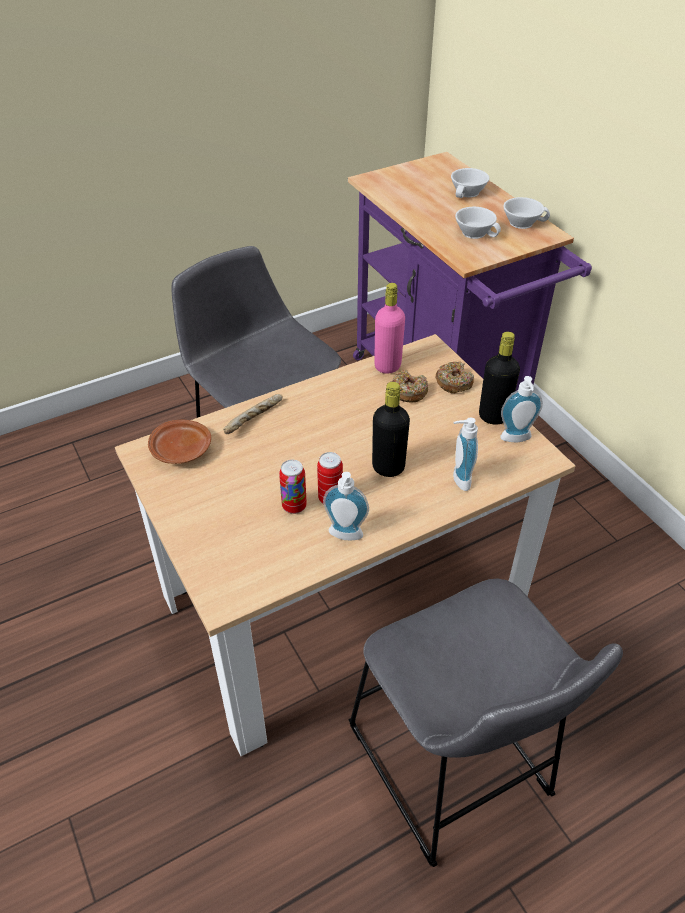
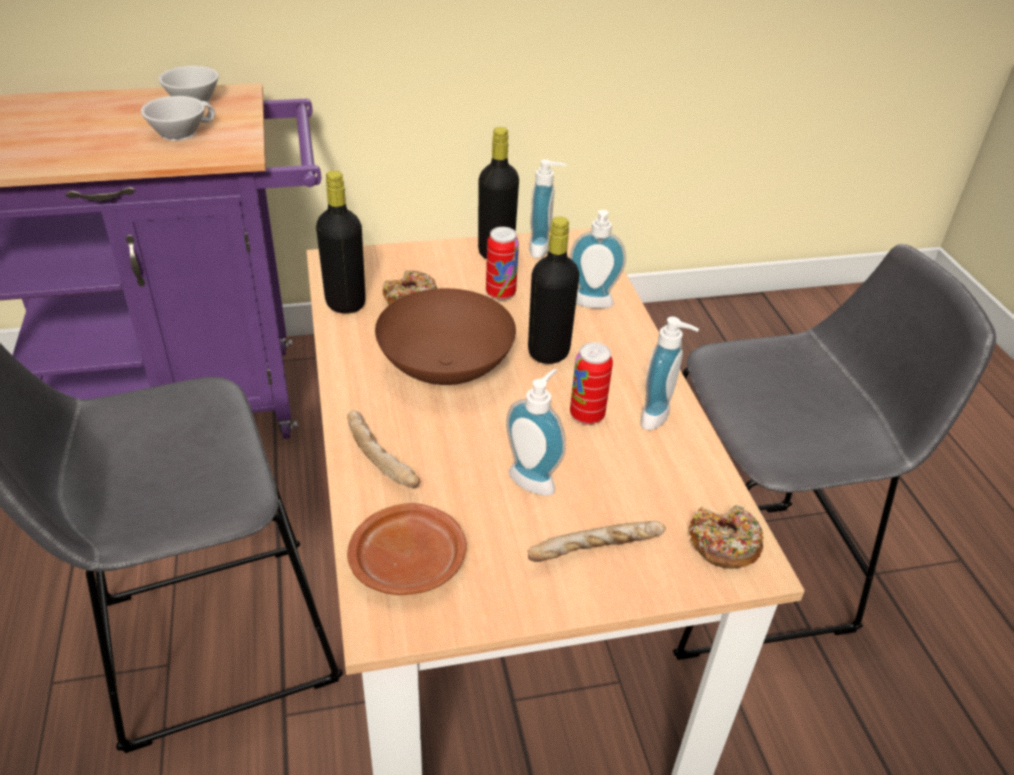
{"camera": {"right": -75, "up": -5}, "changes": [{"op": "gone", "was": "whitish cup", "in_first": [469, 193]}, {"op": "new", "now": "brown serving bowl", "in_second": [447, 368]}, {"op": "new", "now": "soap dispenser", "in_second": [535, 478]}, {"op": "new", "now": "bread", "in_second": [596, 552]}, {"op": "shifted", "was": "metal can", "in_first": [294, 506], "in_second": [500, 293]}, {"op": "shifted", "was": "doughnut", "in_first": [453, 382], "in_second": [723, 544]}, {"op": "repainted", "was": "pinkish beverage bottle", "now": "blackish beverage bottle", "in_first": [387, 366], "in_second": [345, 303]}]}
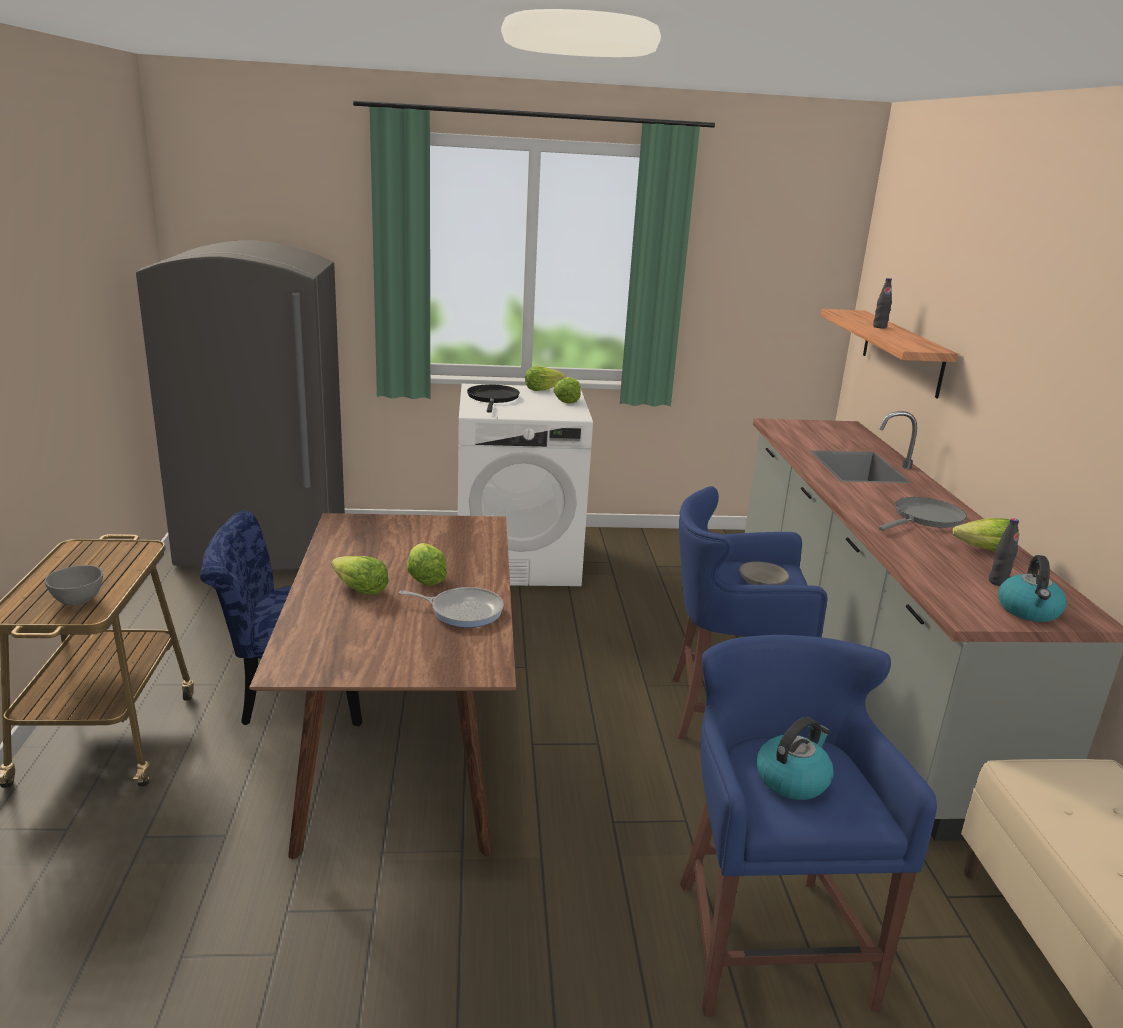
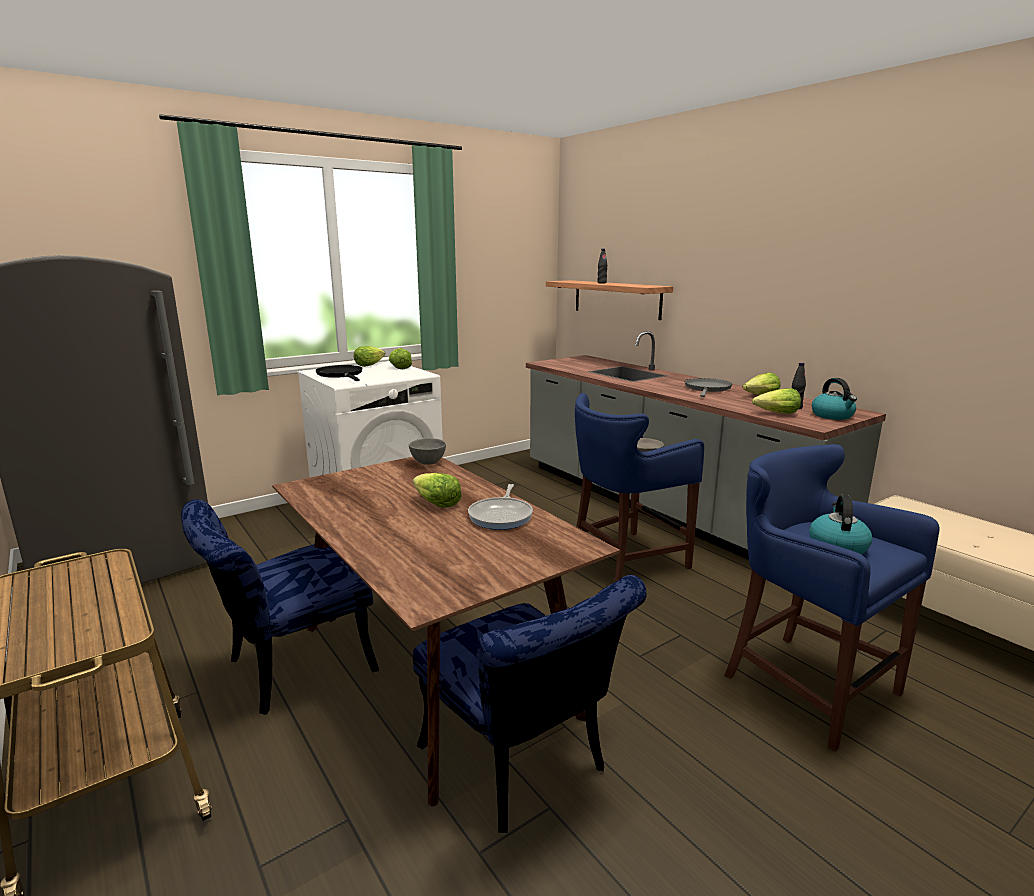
{"camera": {"right": -30, "up": -5}, "changes": [{"op": "new", "now": "bluish upright chair", "in_second": [522, 767]}, {"op": "shifted", "was": "grey serving bowl", "in_first": [79, 601], "in_second": [428, 462]}, {"op": "shifted", "was": "lettuce head", "in_first": [359, 589], "in_second": [777, 413]}, {"op": "rotated", "was": "skillet", "in_first": [463, 611], "in_second": [501, 516], "clockwise": 120}]}
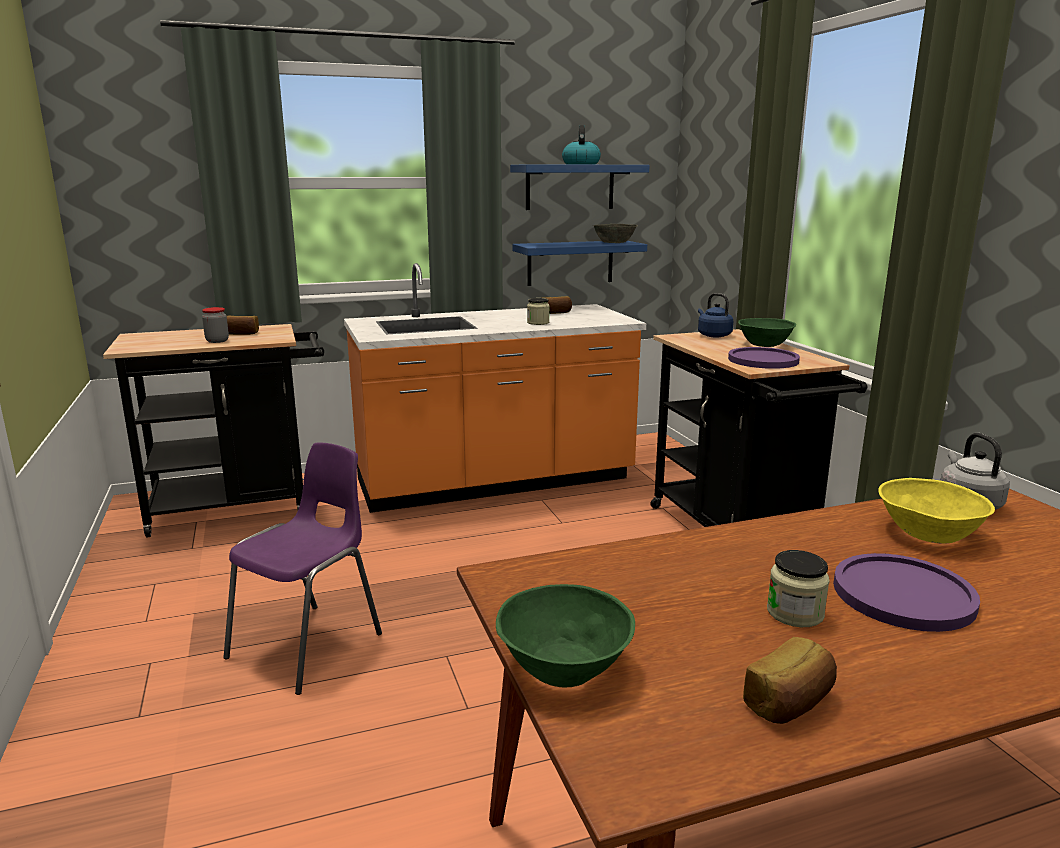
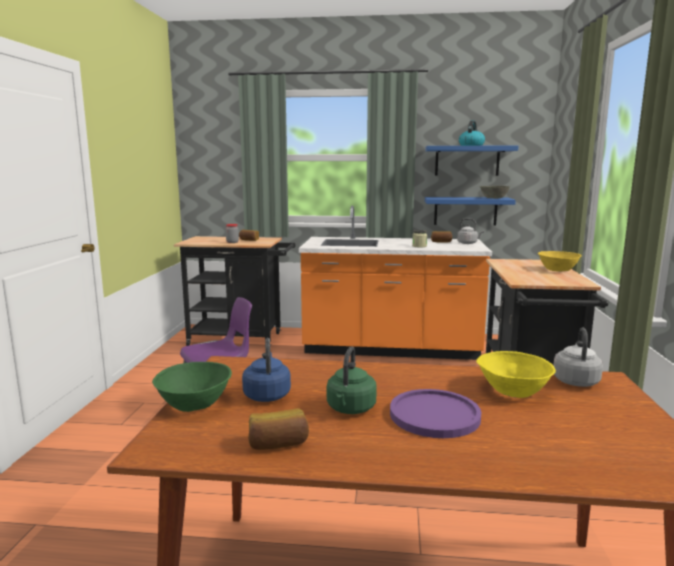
{"camera": {"right": 25, "up": -5}, "changes": [{"op": "gone", "was": "purple-coloured plate", "in_first": [763, 360]}, {"op": "new", "now": "grey kettle", "in_second": [468, 243]}, {"op": "shifted", "was": "bluish kettle", "in_first": [713, 335], "in_second": [267, 394]}, {"op": "swapped", "was": "jar", "now": "greenish kettle", "in_first": [795, 613], "in_second": [350, 409]}, {"op": "repainted", "was": "greenish serving bowl", "now": "yellow-coloured serving bowl", "in_first": [763, 344], "in_second": [557, 269]}]}
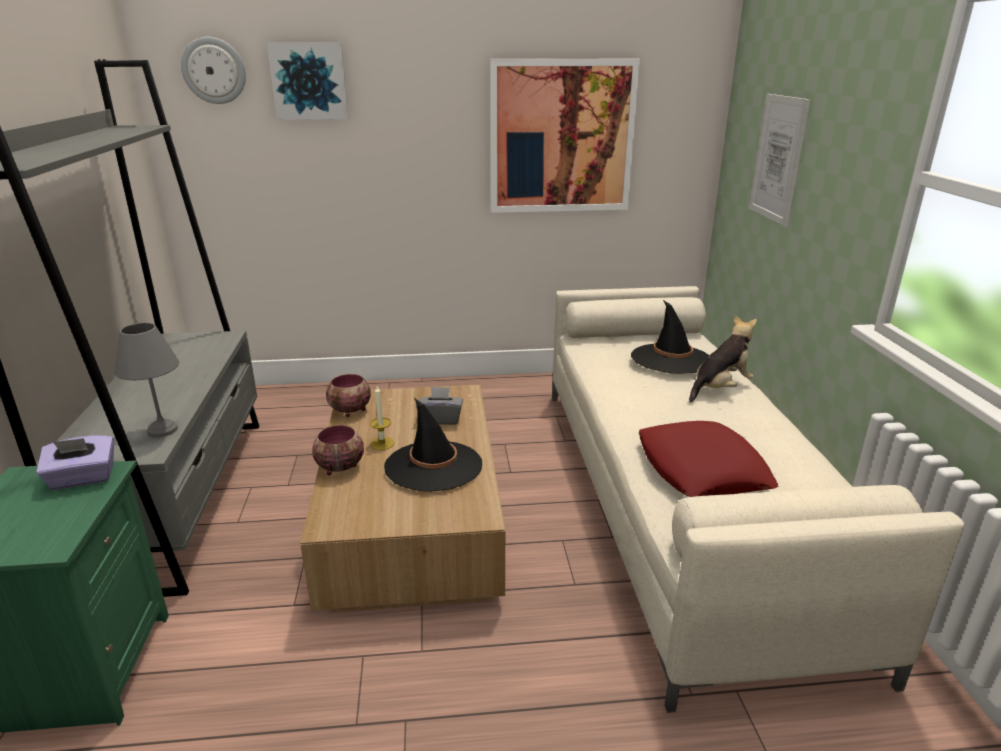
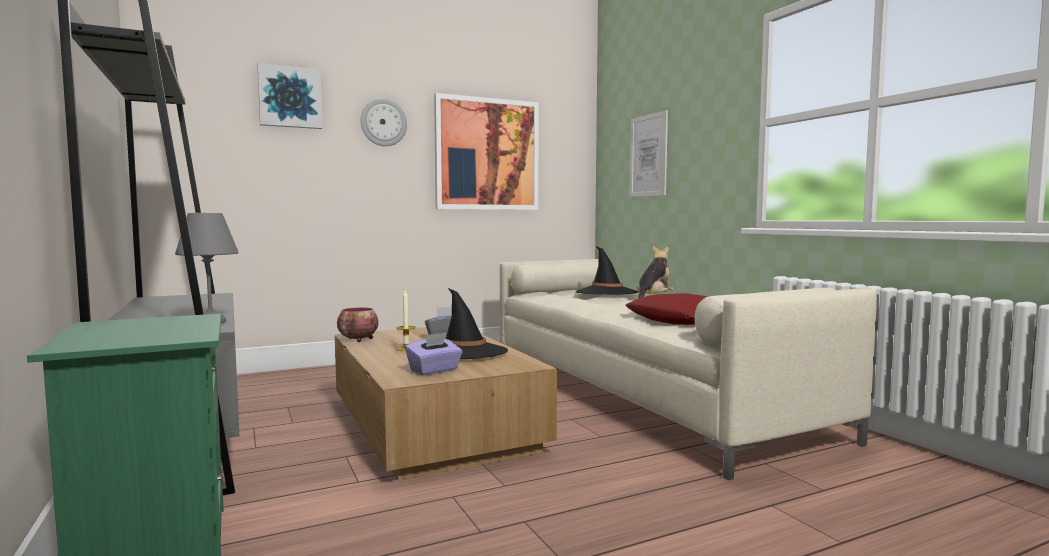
{"camera": {"right": -20, "up": -20}, "changes": [{"op": "gone", "was": "serving bowl", "in_first": [339, 467]}, {"op": "shifted", "was": "purple-coloured box of tissues", "in_first": [83, 479], "in_second": [434, 370]}, {"op": "shifted", "was": "hanging clock", "in_first": [214, 70], "in_second": [383, 122]}]}
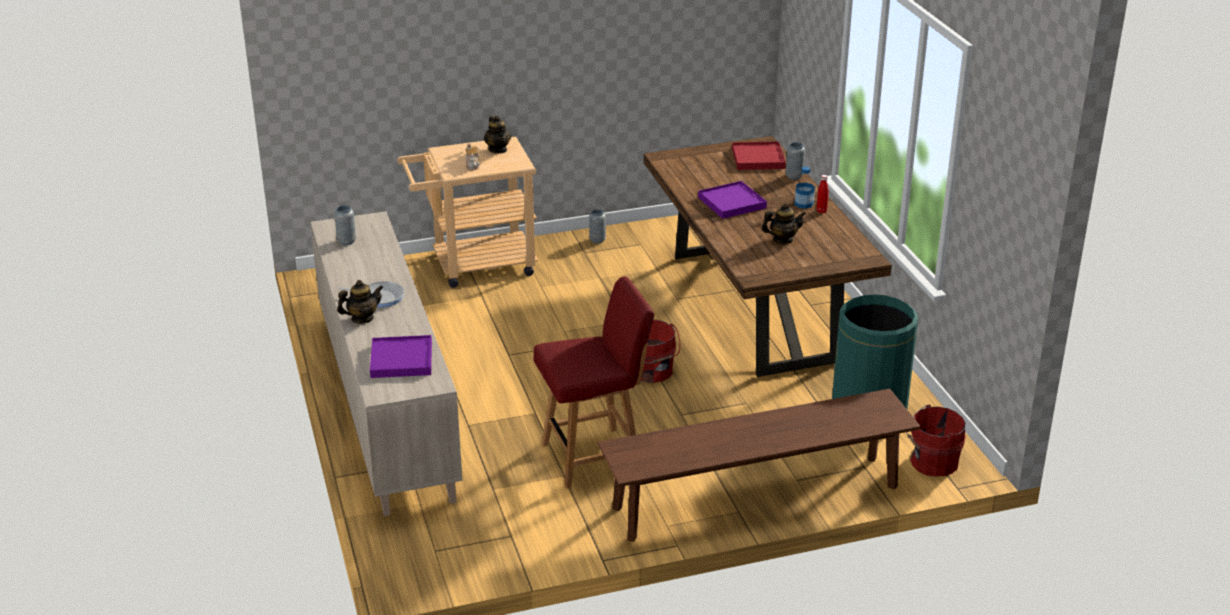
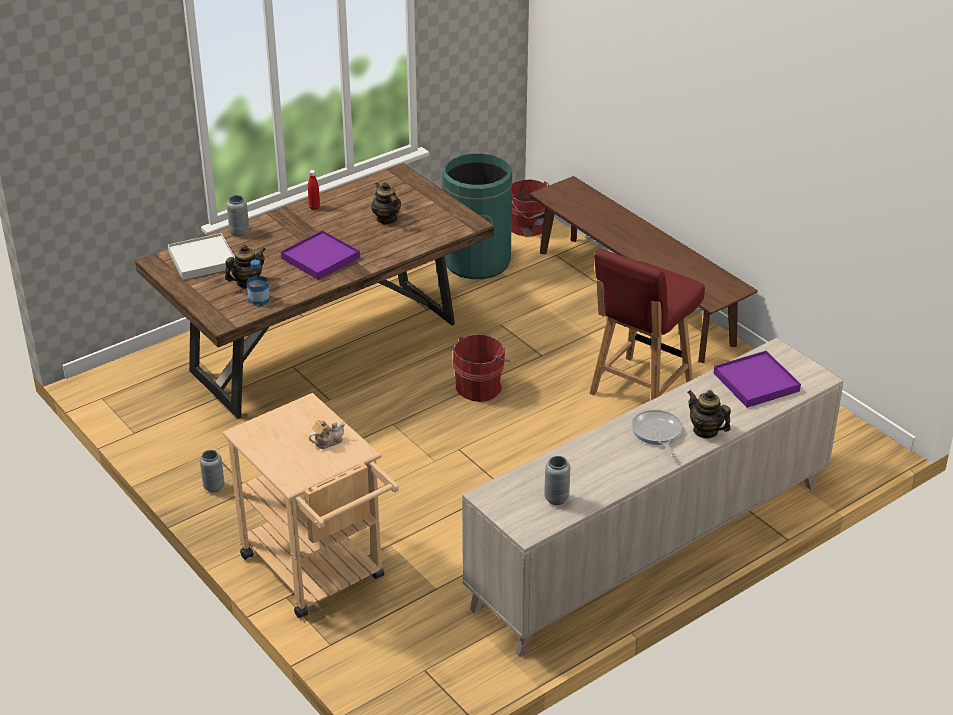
{"camera": {"right": -110, "up": 5}, "changes": [{"op": "shifted", "was": "pot for tea", "in_first": [498, 149], "in_second": [247, 282]}, {"op": "shifted", "was": "beverage bottle", "in_first": [803, 204], "in_second": [259, 299]}, {"op": "repainted", "was": "red-coloured carrying tray", "now": "whitish carrying tray", "in_first": [758, 158], "in_second": [202, 259]}, {"op": "rotated", "was": "red-coloured upright chair", "in_first": [594, 457], "in_second": [639, 389], "clockwise": -105}]}
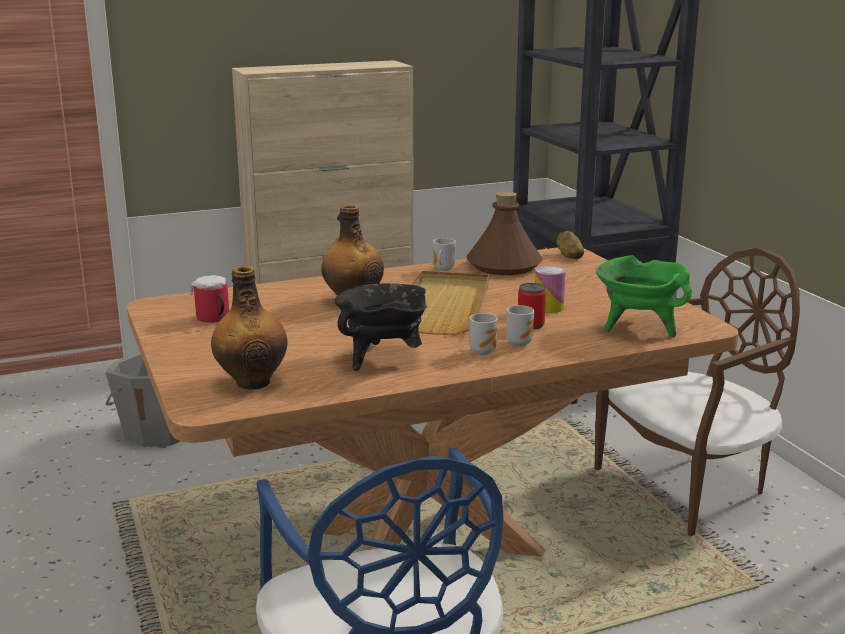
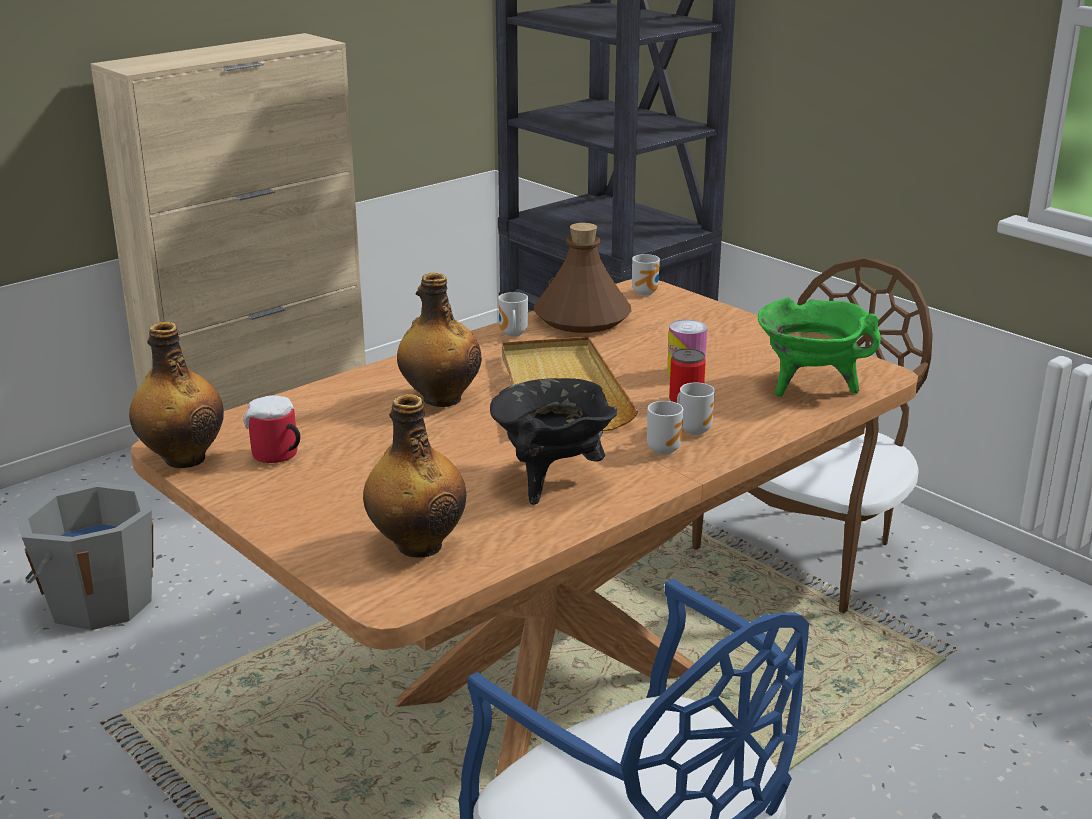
{"camera": {"right": -20, "up": 5}, "changes": [{"op": "new", "now": "beverage bottle", "in_second": [183, 458]}, {"op": "swapped", "was": "potato", "now": "mug", "in_first": [569, 255], "in_second": [647, 292]}]}
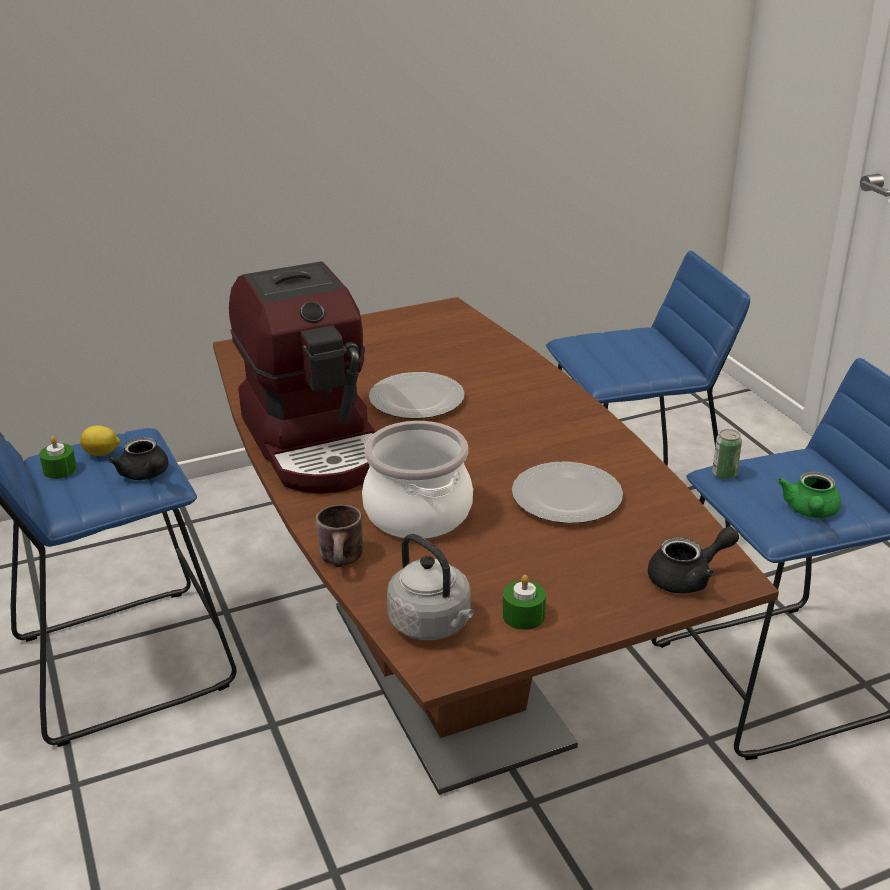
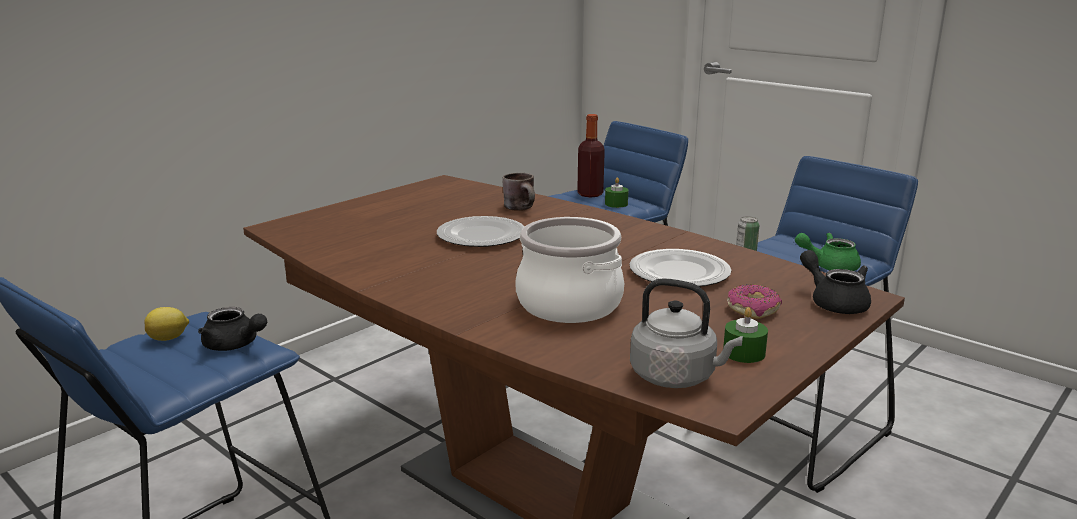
{"camera": {"right": -25, "up": -10}, "changes": [{"op": "gone", "was": "coffee brewer", "in_first": [316, 443]}, {"op": "new", "now": "beverage bottle", "in_second": [590, 194]}, {"op": "new", "now": "doughnut", "in_second": [753, 309]}, {"op": "shifted", "was": "greenish wax light", "in_first": [60, 469], "in_second": [616, 204]}, {"op": "shifted", "was": "brown mug", "in_first": [345, 560], "in_second": [523, 208]}, {"op": "rotated", "was": "blackish pot for tea", "in_first": [688, 578], "in_second": [834, 302], "clockwise": -75}, {"op": "rotated", "was": "greenish pot for tea", "in_first": [810, 511], "in_second": [829, 266], "clockwise": 105}]}
